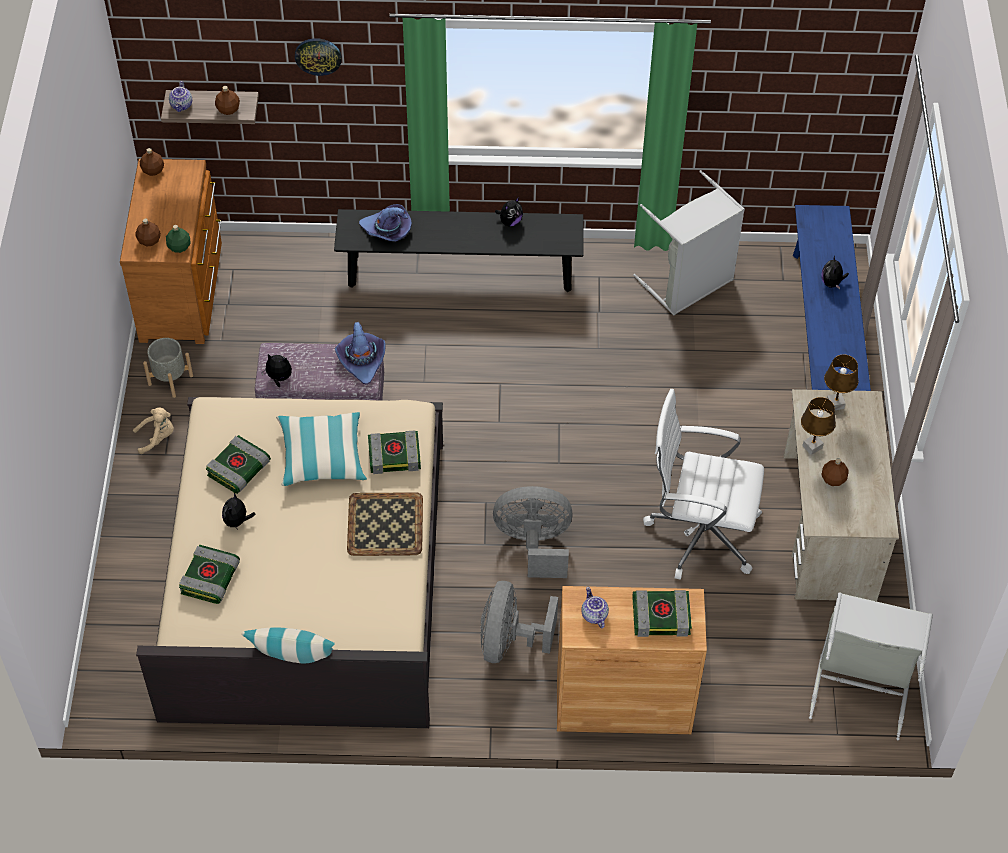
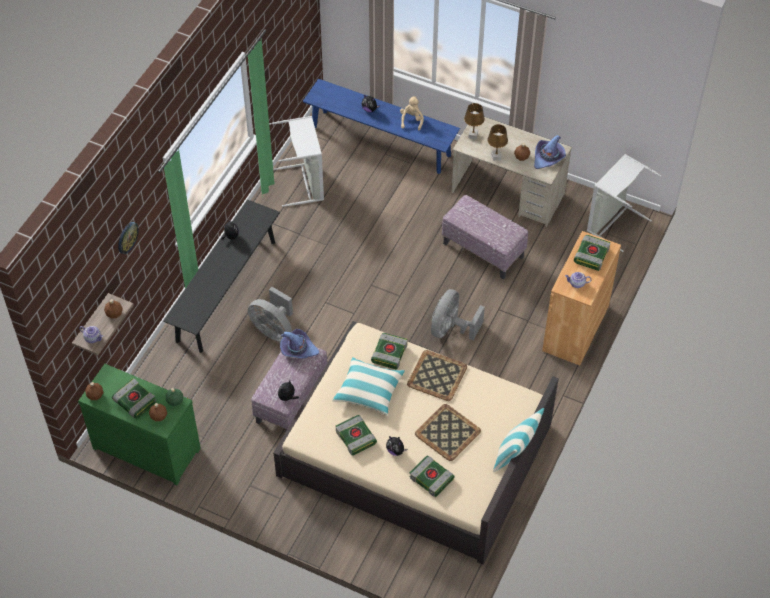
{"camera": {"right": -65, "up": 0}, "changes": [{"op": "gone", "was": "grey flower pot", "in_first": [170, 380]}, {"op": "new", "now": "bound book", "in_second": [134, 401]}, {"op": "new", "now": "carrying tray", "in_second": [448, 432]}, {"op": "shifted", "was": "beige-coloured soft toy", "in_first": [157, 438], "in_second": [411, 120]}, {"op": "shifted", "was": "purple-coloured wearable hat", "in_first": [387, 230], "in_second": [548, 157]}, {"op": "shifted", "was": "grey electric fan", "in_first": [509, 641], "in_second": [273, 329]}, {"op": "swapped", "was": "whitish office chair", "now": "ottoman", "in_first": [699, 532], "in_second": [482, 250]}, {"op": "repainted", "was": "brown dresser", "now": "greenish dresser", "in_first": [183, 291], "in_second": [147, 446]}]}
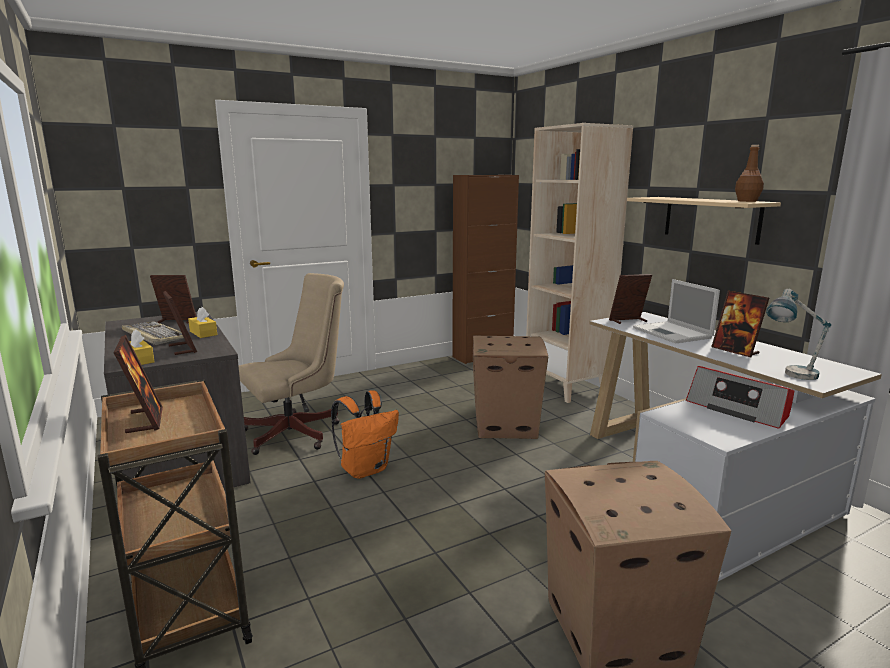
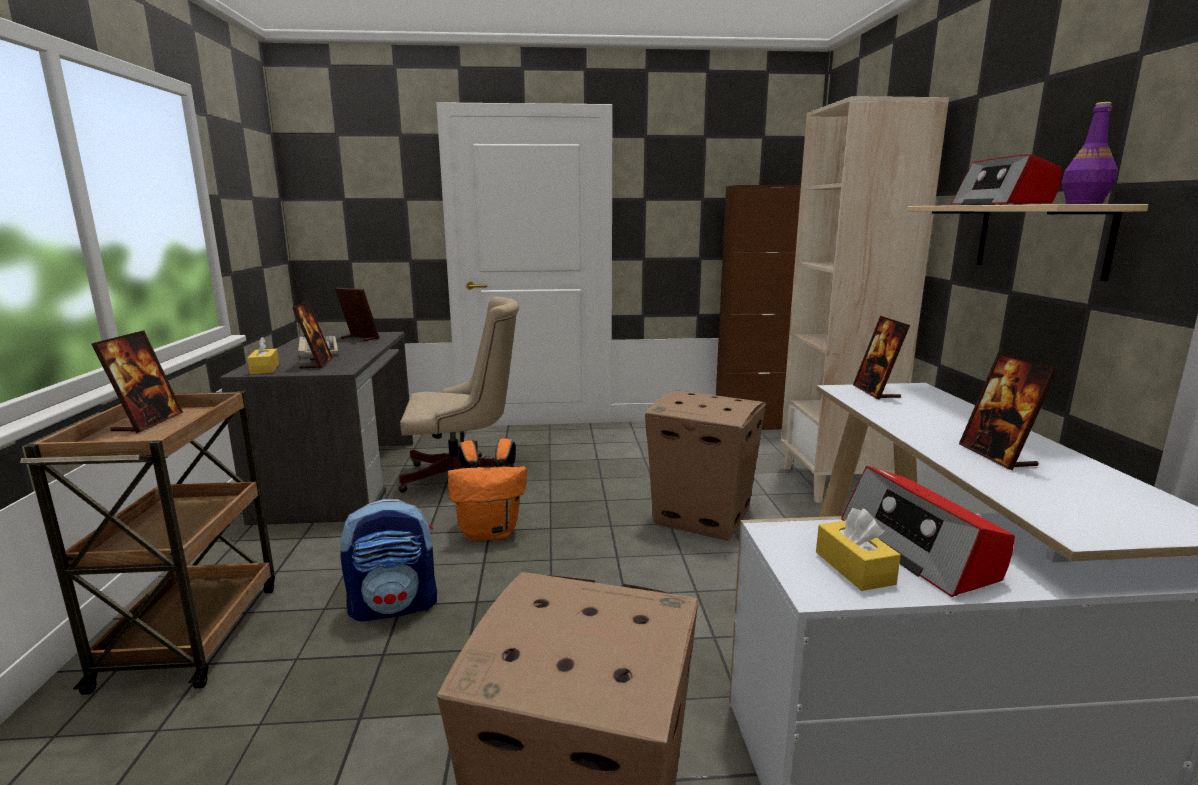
{"camera": {"right": 25, "up": 0}, "changes": [{"op": "gone", "was": "laptop", "in_first": [673, 333]}, {"op": "gone", "was": "lamp for a table", "in_first": [790, 376]}, {"op": "new", "now": "knapsack", "in_second": [395, 606]}, {"op": "new", "now": "radio", "in_second": [1001, 204]}, {"op": "shifted", "was": "yellow-coloured box of tissues", "in_first": [203, 333], "in_second": [854, 568]}, {"op": "repainted", "was": "brown beverage bottle", "now": "purple-coloured beverage bottle", "in_first": [746, 201], "in_second": [1083, 203]}, {"op": "rotated", "was": "standing frame", "in_first": [628, 321], "in_second": [876, 392], "clockwise": -105}]}
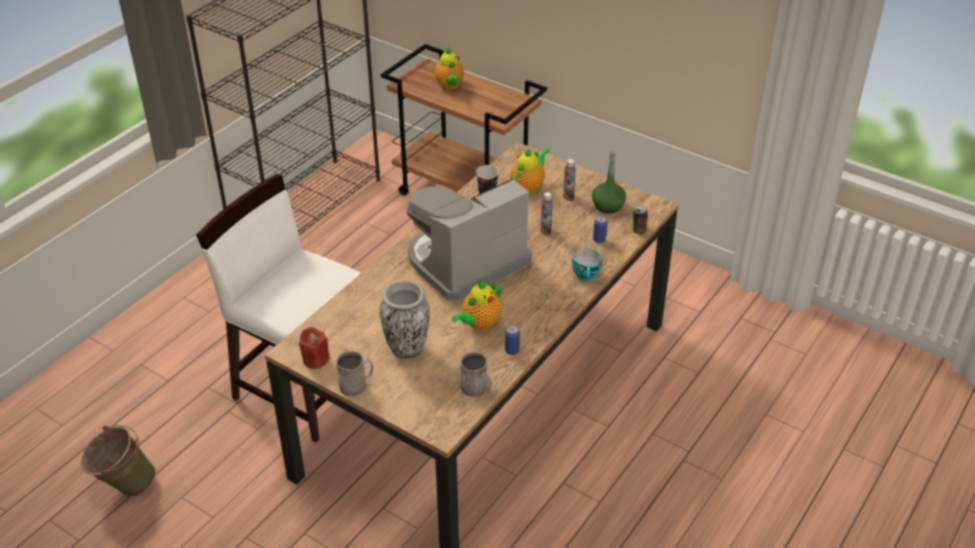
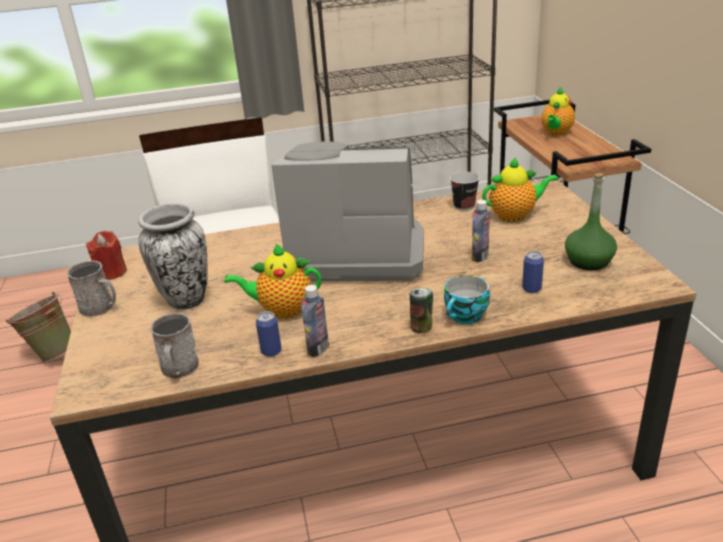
{"camera": {"right": 45, "up": -10}, "changes": [{"op": "shifted", "was": "beverage bottle", "in_first": [568, 196], "in_second": [318, 349]}, {"op": "shifted", "was": "metal can", "in_first": [639, 230], "in_second": [422, 327]}]}
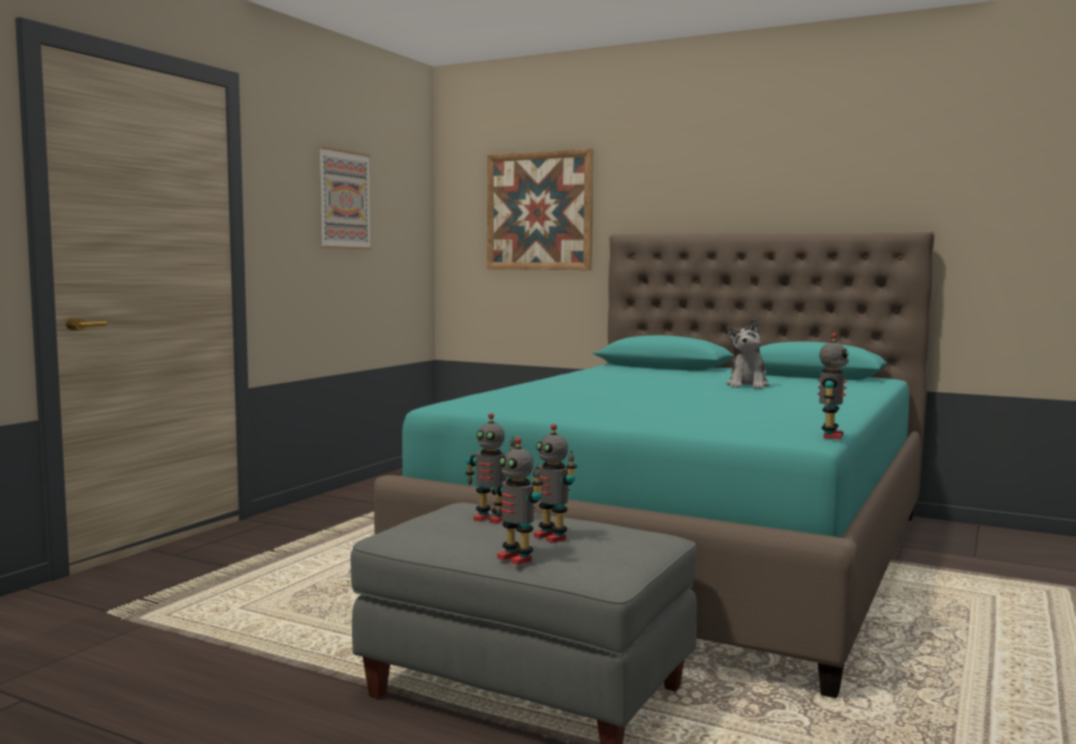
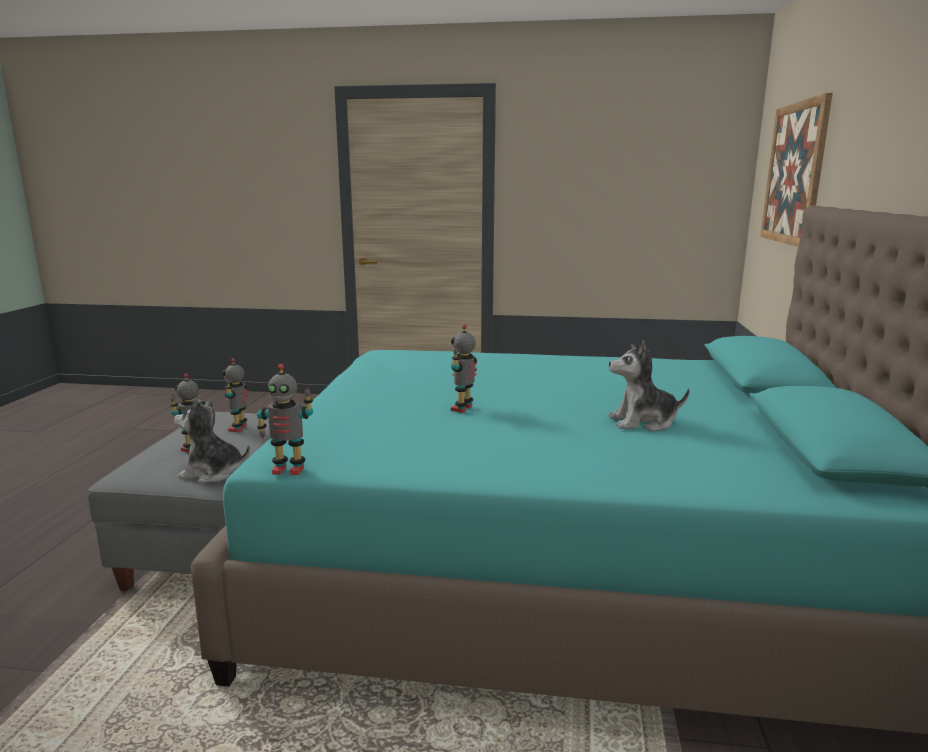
{"camera": {"right": 70, "up": 10}, "changes": [{"op": "gone", "was": "wall art", "in_first": [344, 200]}, {"op": "new", "now": "soft toy", "in_second": [213, 473]}, {"op": "shifted", "was": "toy robot", "in_first": [516, 558], "in_second": [463, 409]}]}
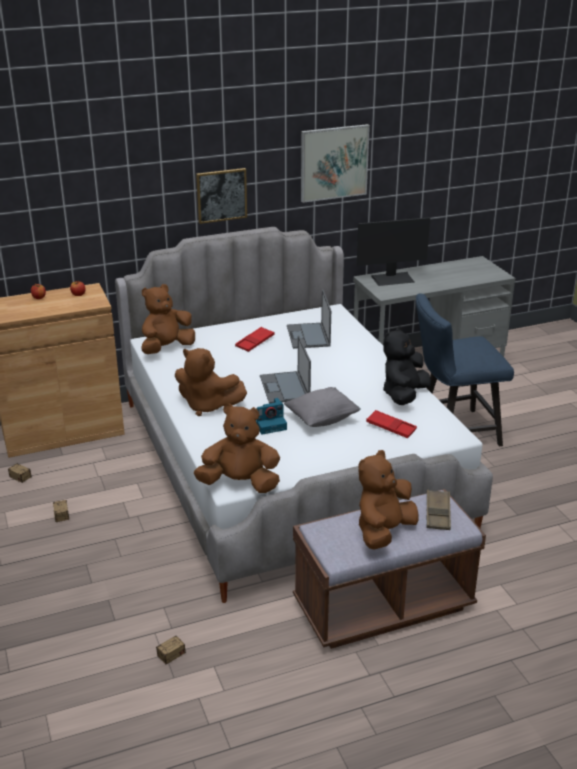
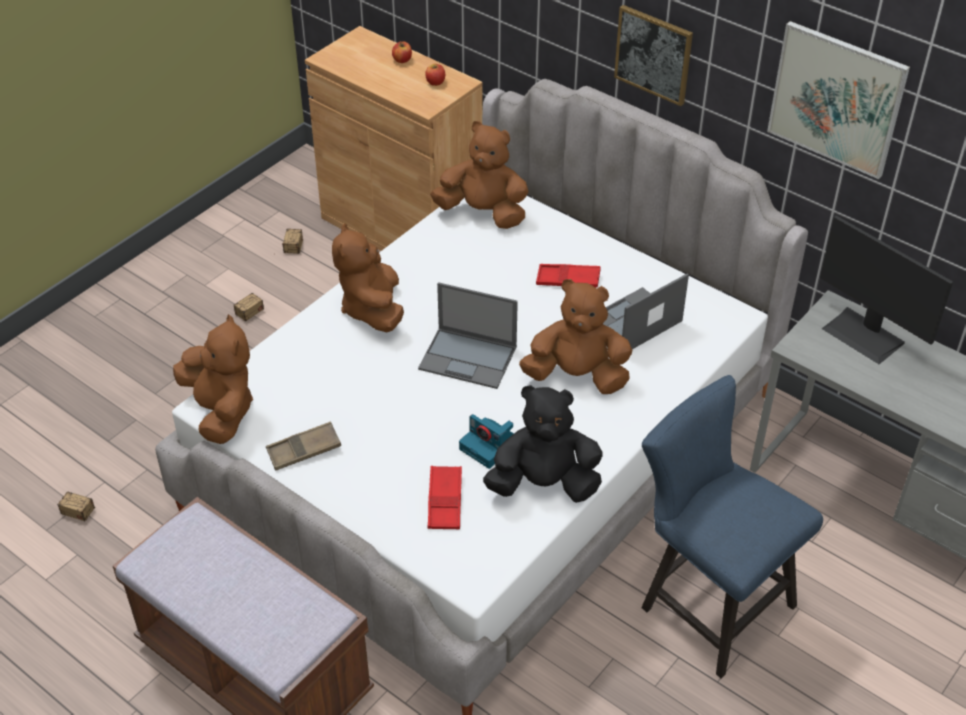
{"camera": {"right": 60, "up": 15}, "changes": [{"op": "gone", "was": "grey cushion", "in_first": [322, 419]}, {"op": "shifted", "was": "photo camera", "in_first": [270, 424], "in_second": [489, 446]}, {"op": "shifted", "was": "brown soft toy", "in_first": [383, 532], "in_second": [577, 376]}, {"op": "shifted", "was": "brown carrying tray", "in_first": [438, 513], "in_second": [304, 450]}, {"op": "rotated", "was": "laptop", "in_first": [285, 388], "in_second": [469, 358], "clockwise": -120}]}
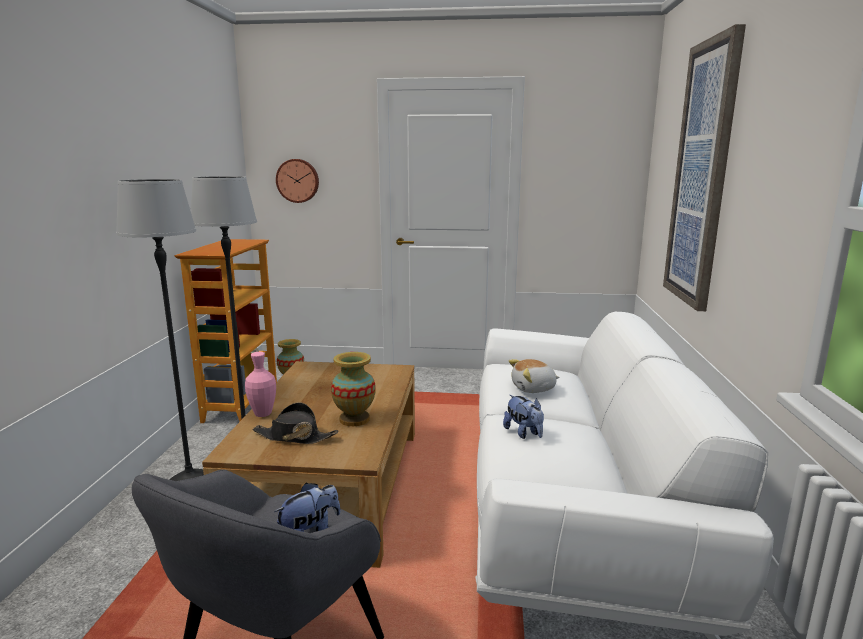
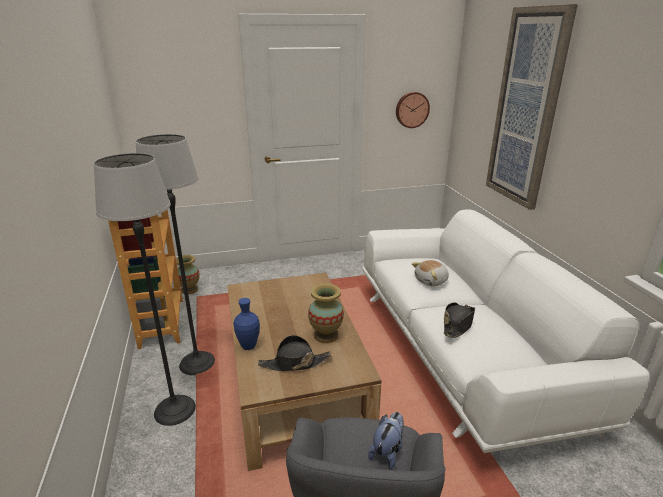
{"camera": {"right": -20, "up": 10}, "changes": [{"op": "shifted", "was": "hanging clock", "in_first": [298, 180], "in_second": [411, 109]}, {"op": "swapped", "was": "soft toy", "now": "blackish wearable hat", "in_first": [524, 433], "in_second": [458, 324]}, {"op": "repainted", "was": "pinkish decorative vase", "now": "bluish decorative vase", "in_first": [263, 414], "in_second": [248, 346]}]}
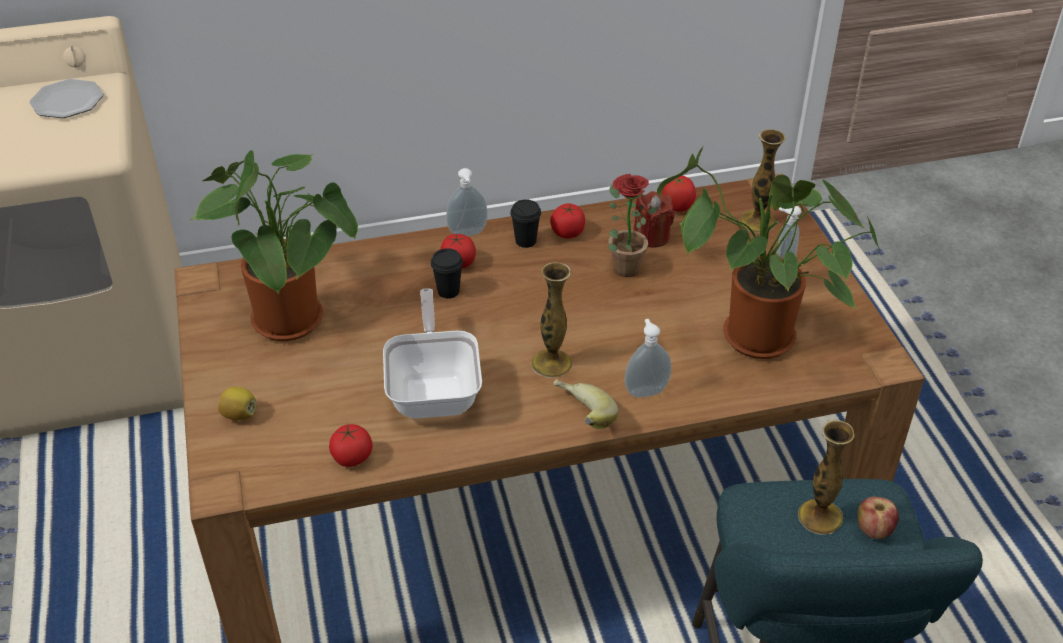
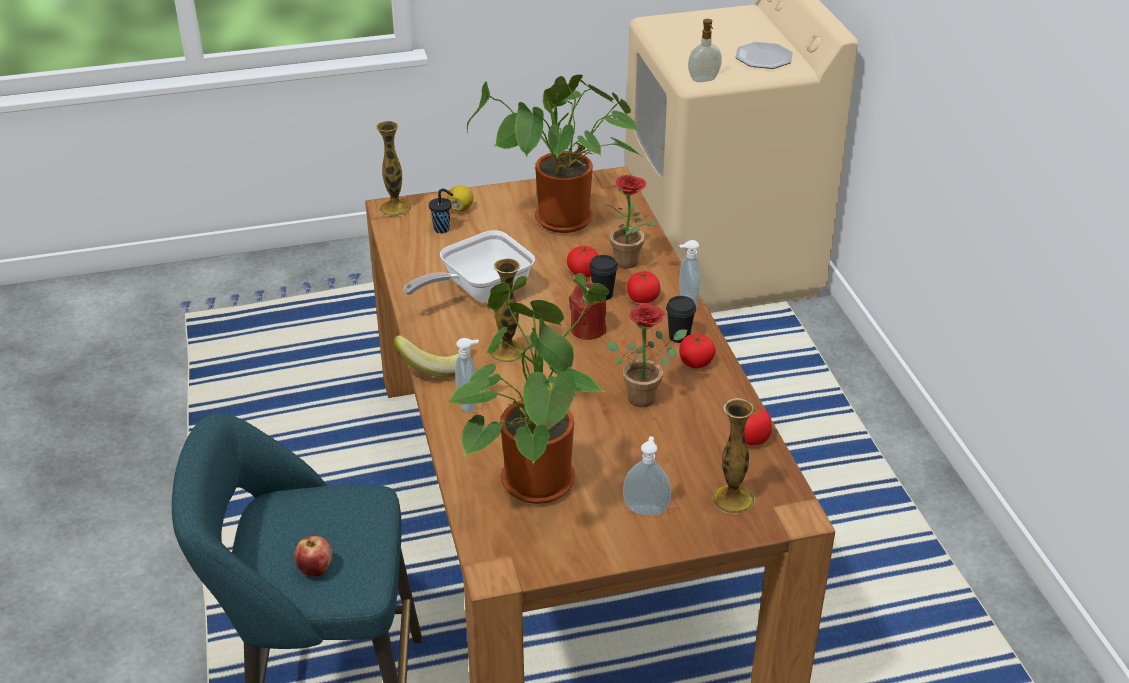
{"camera": {"right": 90, "up": -5}, "changes": [{"op": "new", "now": "blackish cup", "in_second": [442, 229]}, {"op": "new", "now": "houseplant", "in_second": [631, 263]}, {"op": "new", "now": "soap dispenser", "in_second": [704, 80]}, {"op": "shifted", "was": "whole tomato", "in_first": [352, 457], "in_second": [583, 273]}, {"op": "shifted", "was": "red-coloured wax light", "in_first": [651, 236], "in_second": [588, 329]}, {"op": "shifted", "was": "decorative vase", "in_first": [820, 516], "in_second": [395, 208]}, {"op": "rotated", "was": "skillet", "in_first": [435, 390], "in_second": [479, 292], "clockwise": 150}]}
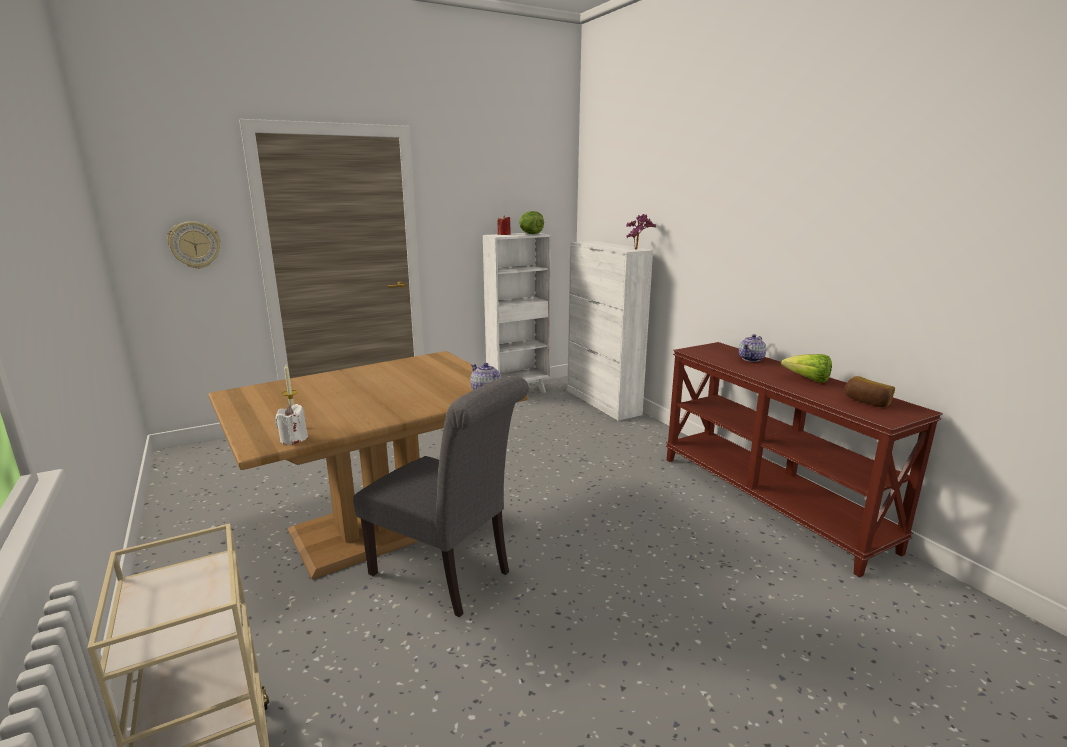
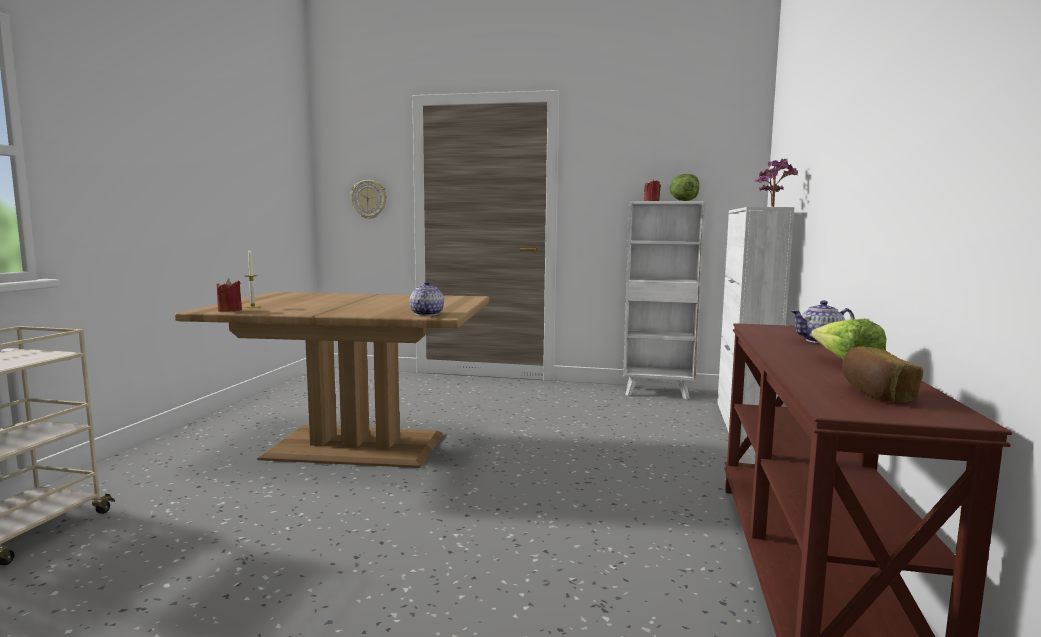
{"camera": {"right": 40, "up": -10}, "changes": [{"op": "gone", "was": "grey upright chair", "in_first": [447, 575]}, {"op": "repainted", "was": "whitish wax light", "now": "red-coloured wax light", "in_first": [293, 439], "in_second": [230, 310]}]}
